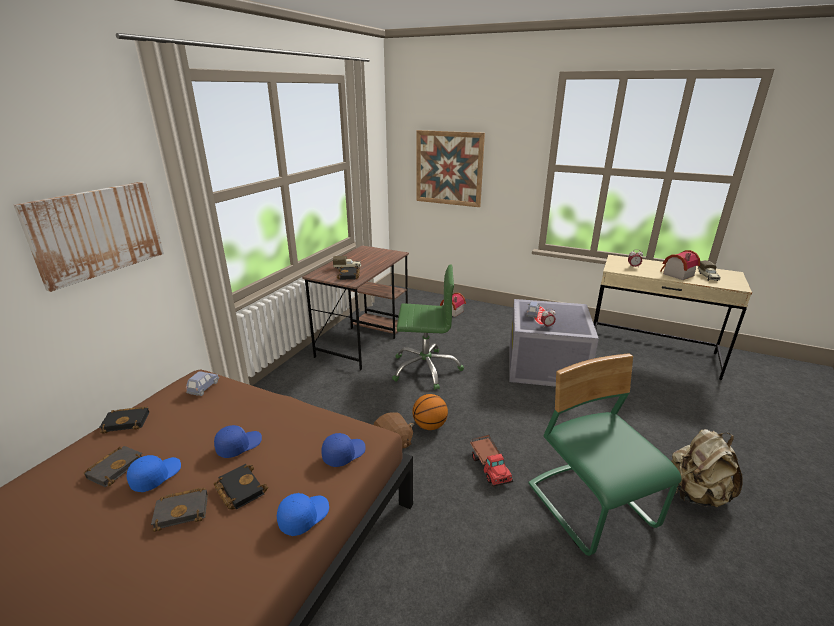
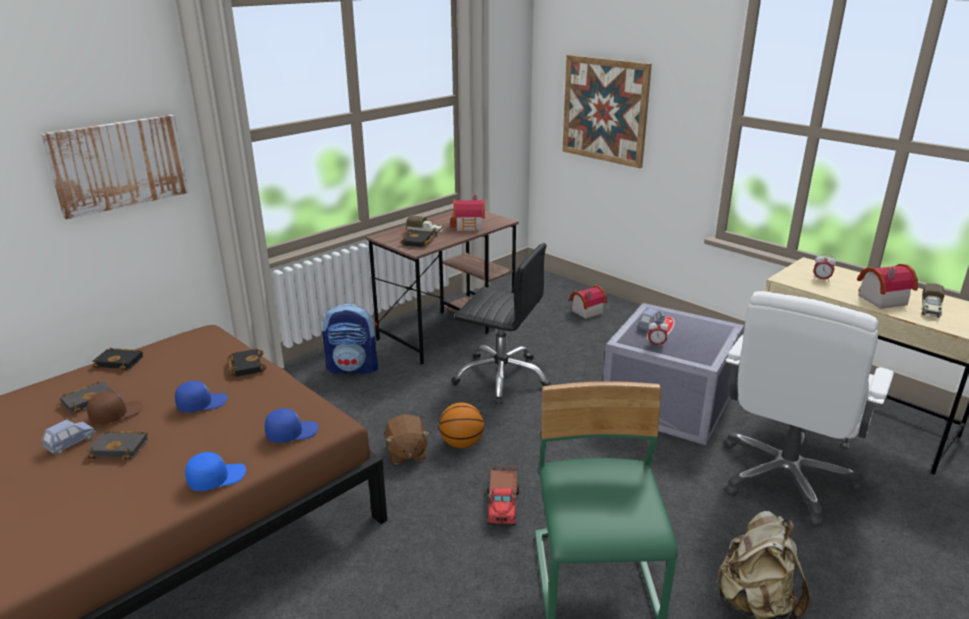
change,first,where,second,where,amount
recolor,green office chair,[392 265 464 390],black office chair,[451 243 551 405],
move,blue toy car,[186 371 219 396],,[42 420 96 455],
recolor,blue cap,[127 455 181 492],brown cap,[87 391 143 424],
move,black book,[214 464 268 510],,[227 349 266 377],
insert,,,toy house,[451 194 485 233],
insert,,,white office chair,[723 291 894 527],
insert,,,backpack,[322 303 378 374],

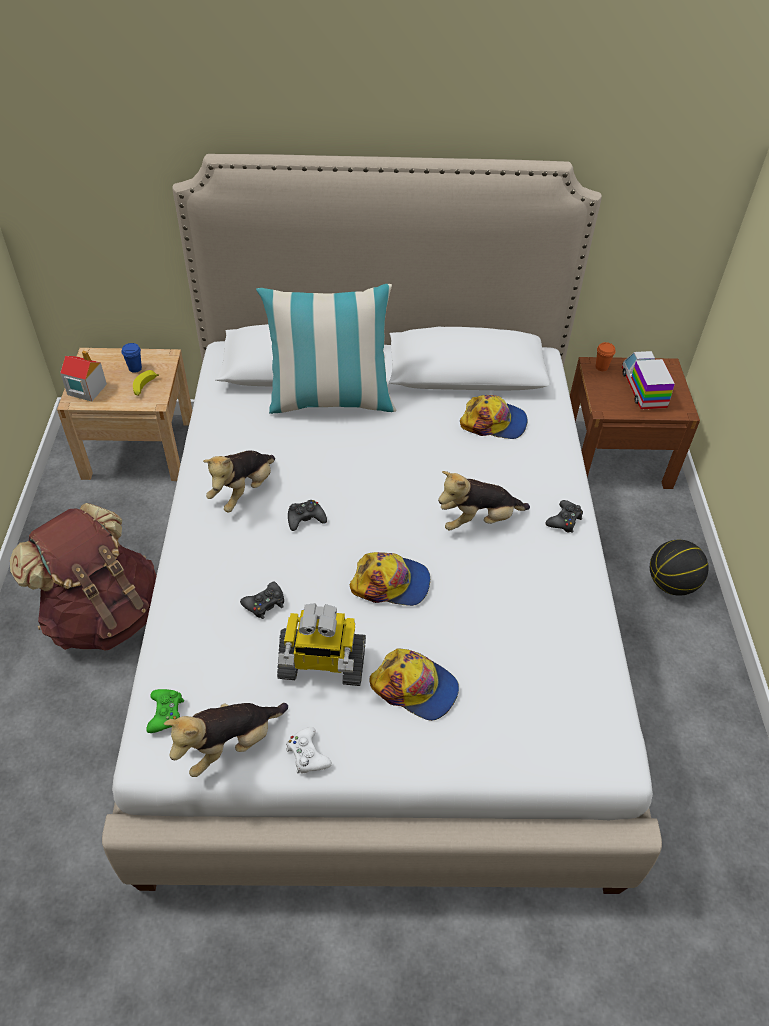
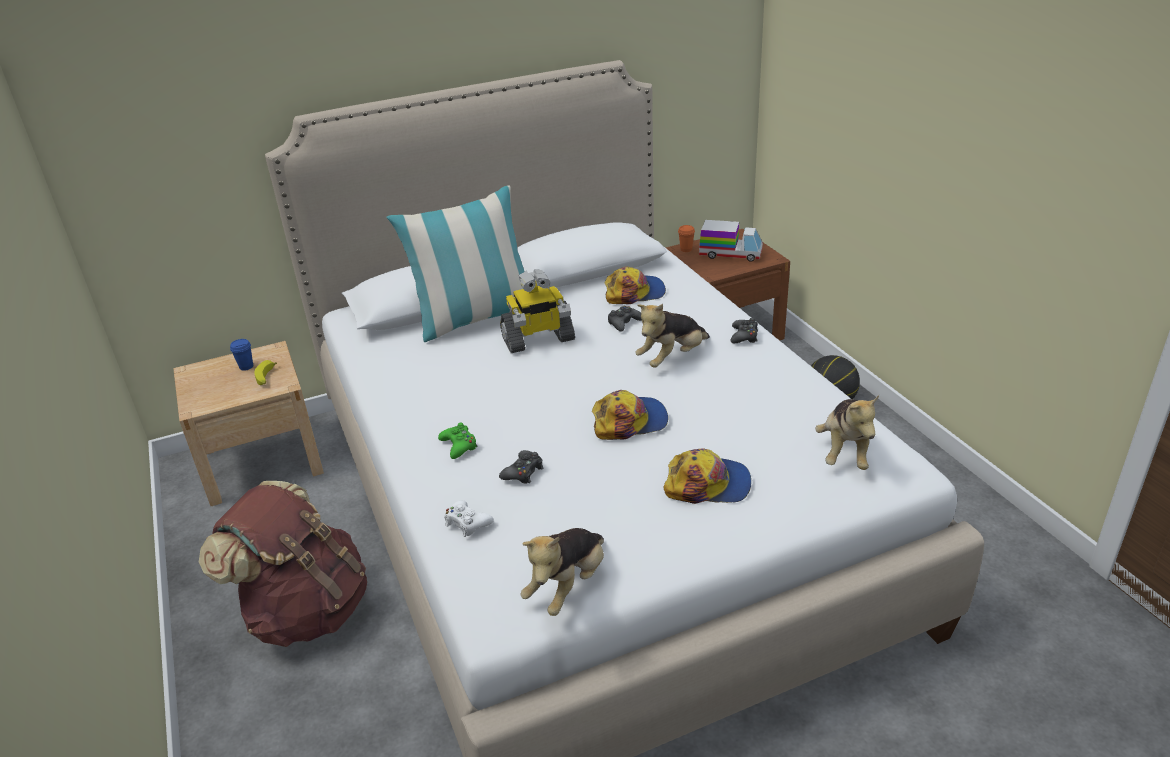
change,first,where,second,where,amount
delete,toy house,[60 351 107 401],,,
rotate,toy truck,[622 351 675 410],,[699 220 763 262],135 degrees clockwise
move,plush toy,[203 450 275 512],,[815 395 879 470],
move,black game controller,[288 500 327 531],,[608 306 642 332],
move,toy robot,[277 603 366 686],,[500 269 575 353],
move,green game controller,[146 689 184 733],,[438 422 478 459],
move,white game controller,[286 727 332 774],,[444 500 494 537],

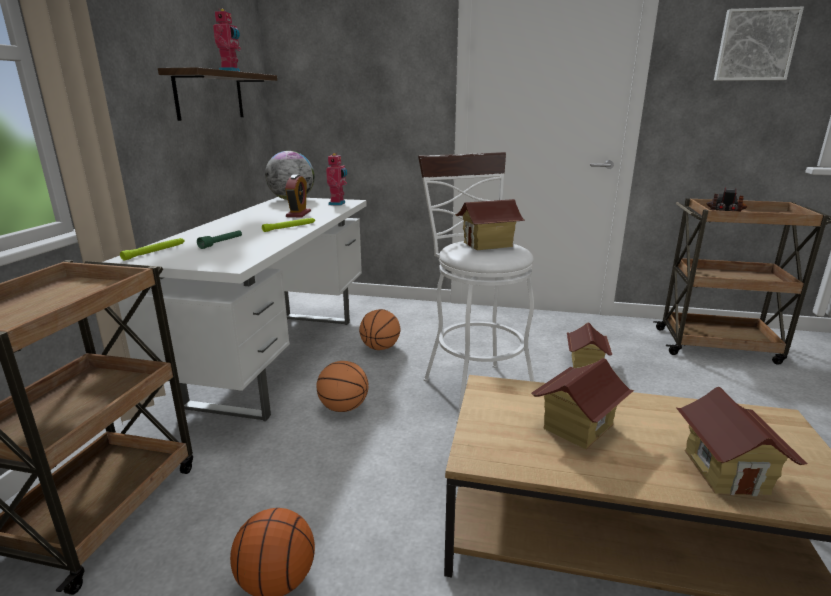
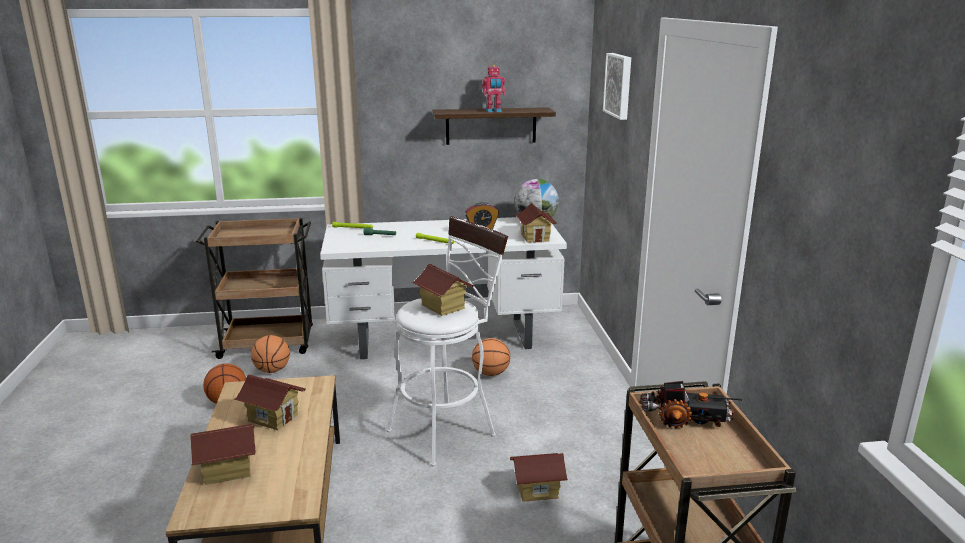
change,first,where,second,where,amount
move,picture,[714 6 804 81],,[603 53 631 120],
replace,toy robot,[326 153 347 206],toy house,[515 203 557 243],
move,basketball,[316 361 369 412],,[251 335 290 373],

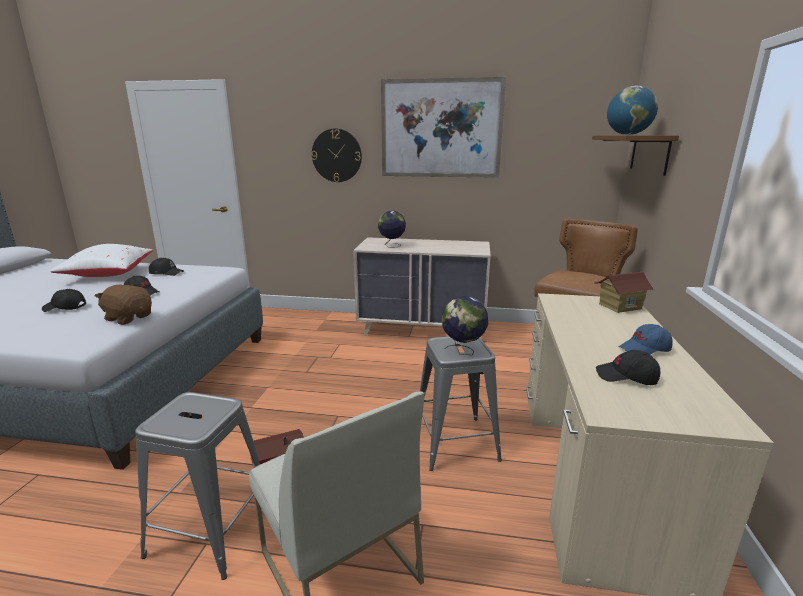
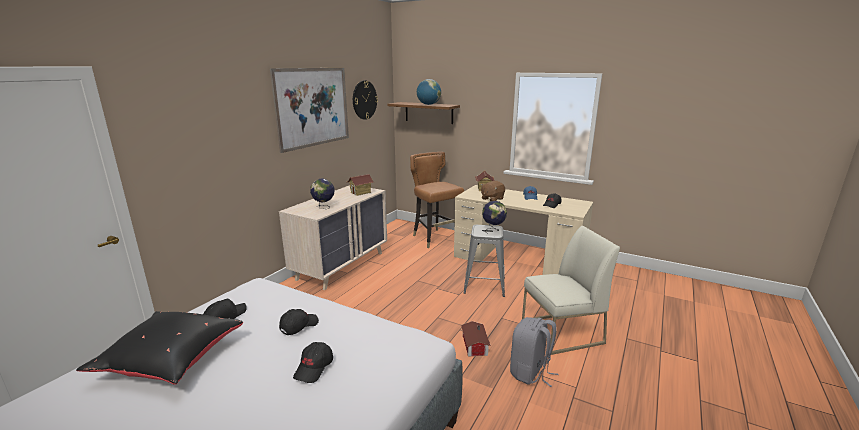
change,first,where,second,where,amount
move,wall clock,[311 129 362 182],,[353 81 378 120],
recolor,white pillow,[50 244 153 277],black pillow,[76 311 243 385],
move,brown plush toy,[95 284 152 325],,[481 181 505 201],
replace,grey stool,[135 392 260 580],grey backpack,[510 317 558 387],
insert,,,toy house,[347 174 374 196],

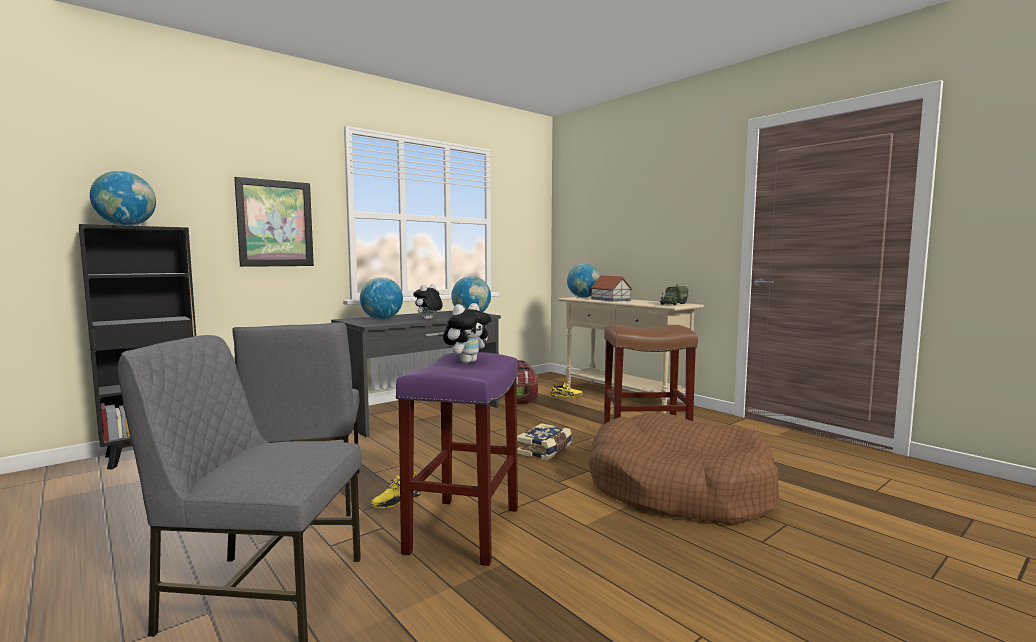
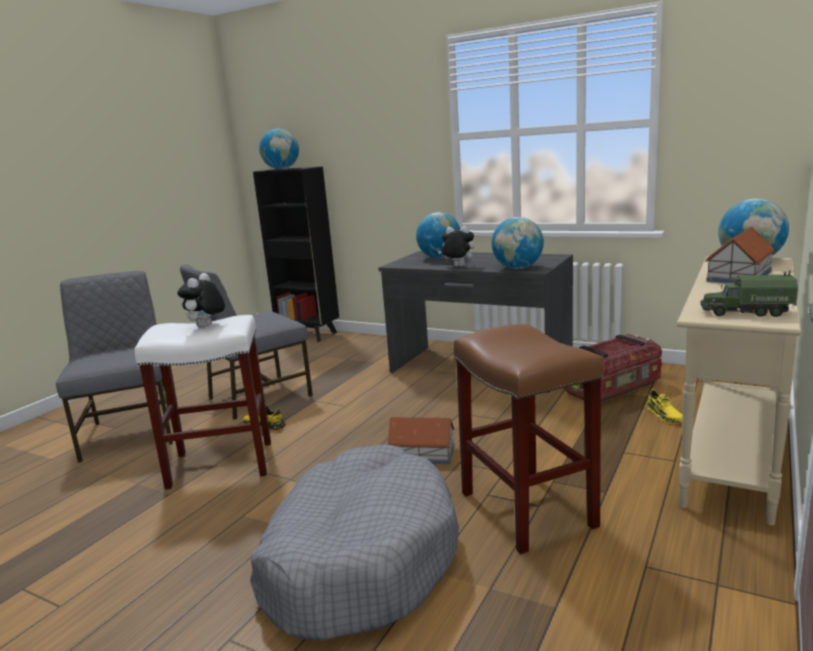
change,first,where,second,where,amount
delete,picture,[234 177 314 267],,,
rotate,plush toy,[443 303 491 363],,[177 273 225 328],90 degrees clockwise
recolor,purple stool,[396 352 519 566],white stool,[134 315 271 489],
recolor,brown dog bed,[589 413 779 525],grey dog bed,[250 444 459 641],
replace,book,[517 423 572 461],toy house,[388 417 455 465],

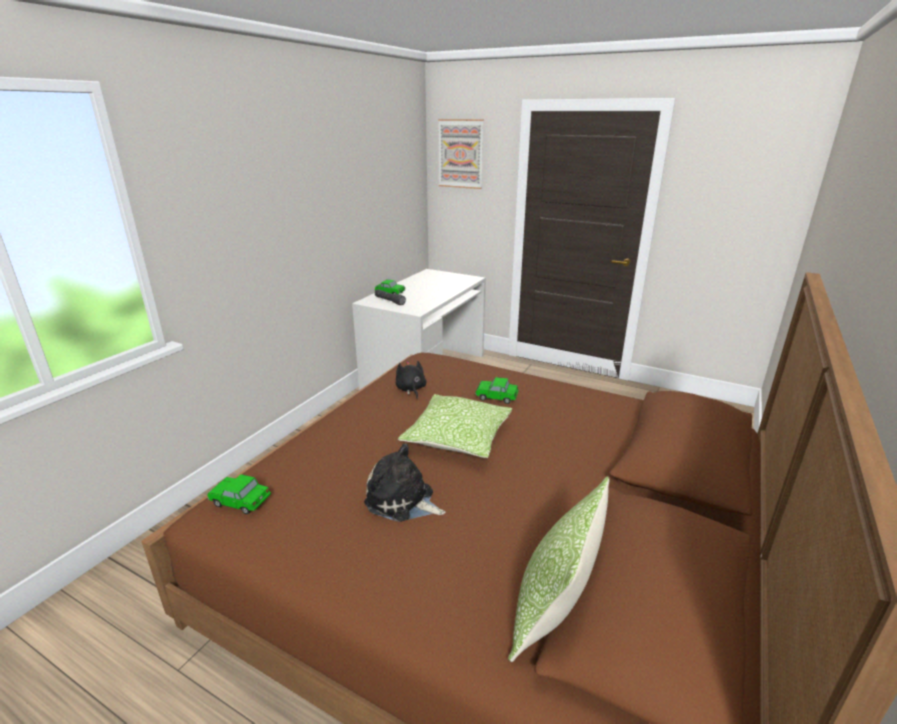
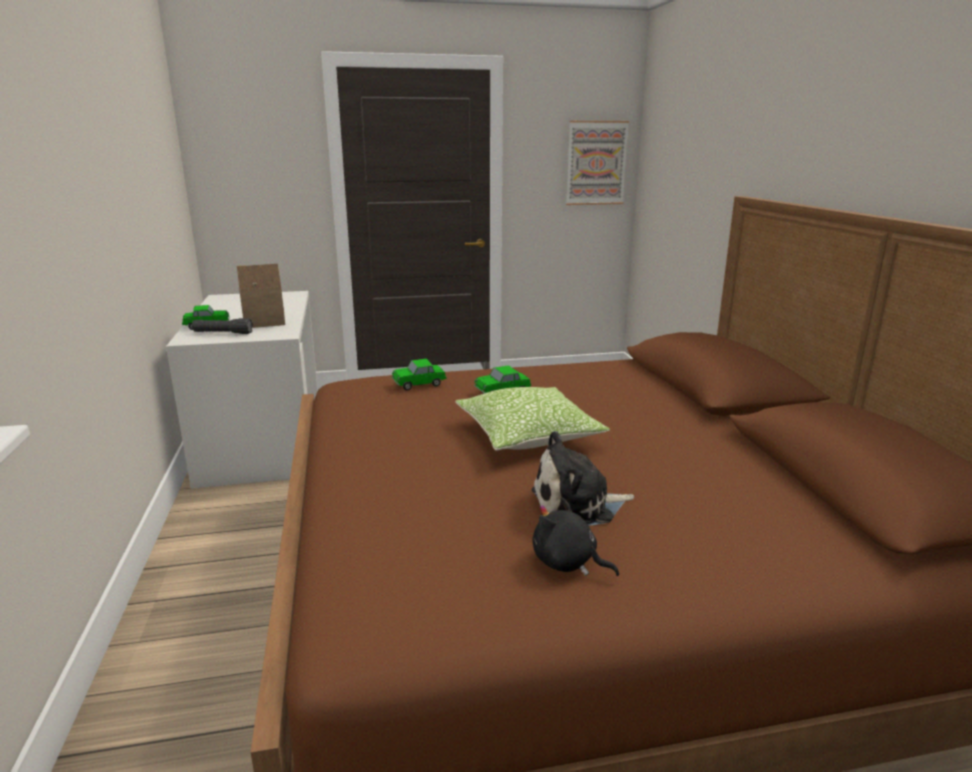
change,first,where,second,where,amount
move,picture,[438 119 484 189],,[566 121 629 205],
move,black plush toy,[396 360 426 399],,[532 497 619 576],
move,toy car,[207 474 271 514],,[392 359 446 390],
delete,pillow,[508 476 610 662],,,
insert,,,toy house,[237 264 285 328],

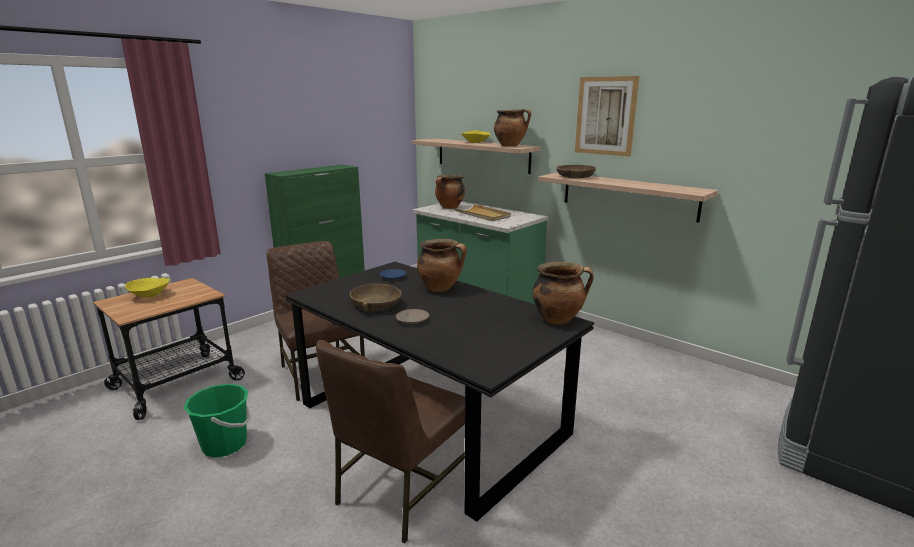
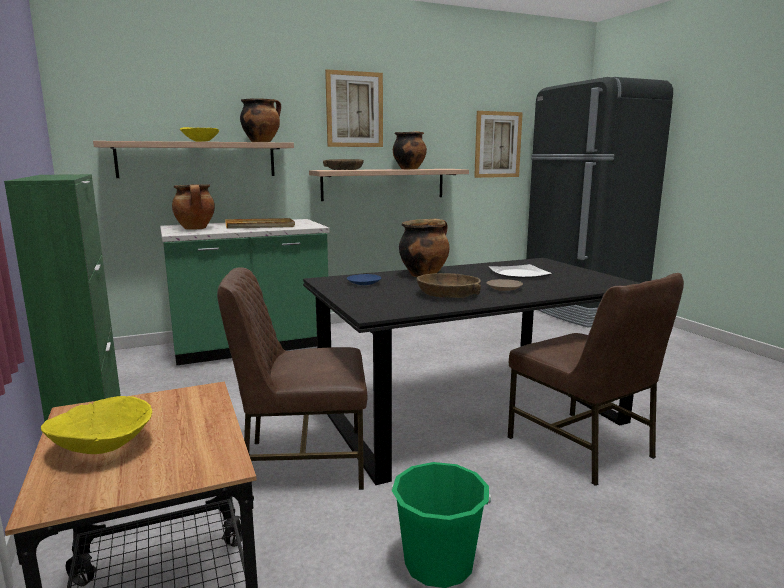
change,first,where,second,where,amount
move,cooking pot,[533 262 594 324],,[393 131 427 169],
insert,,,picture,[474 111 523 178],
insert,,,plate,[489 264 552 278],

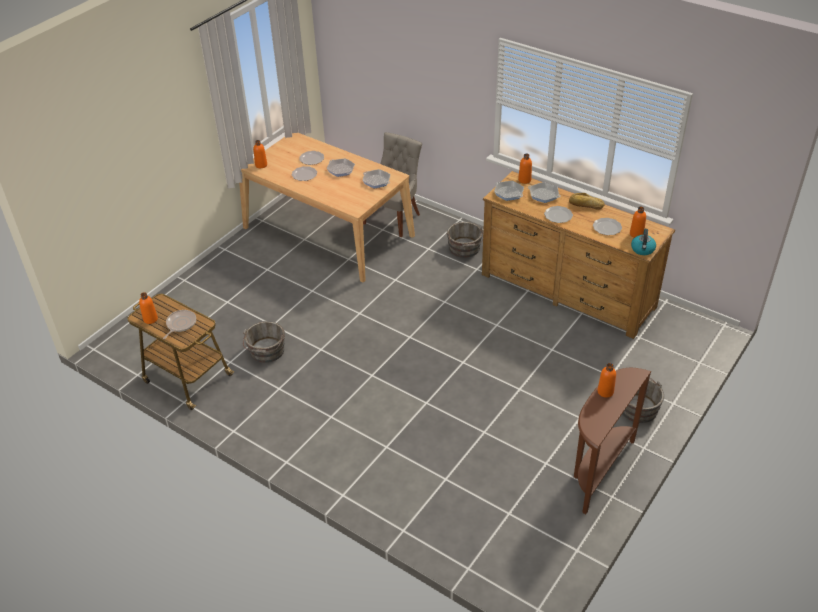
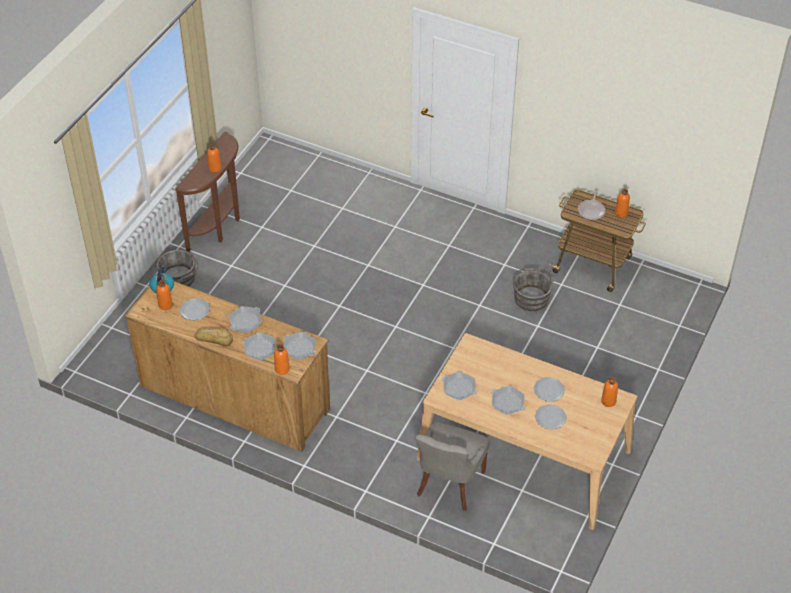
change,first,where,second,where,amount
replace,plate,[544 206 573 223],frying pan,[229 306 262 332],
delete,grey bucket,[447 222 483 258],,,

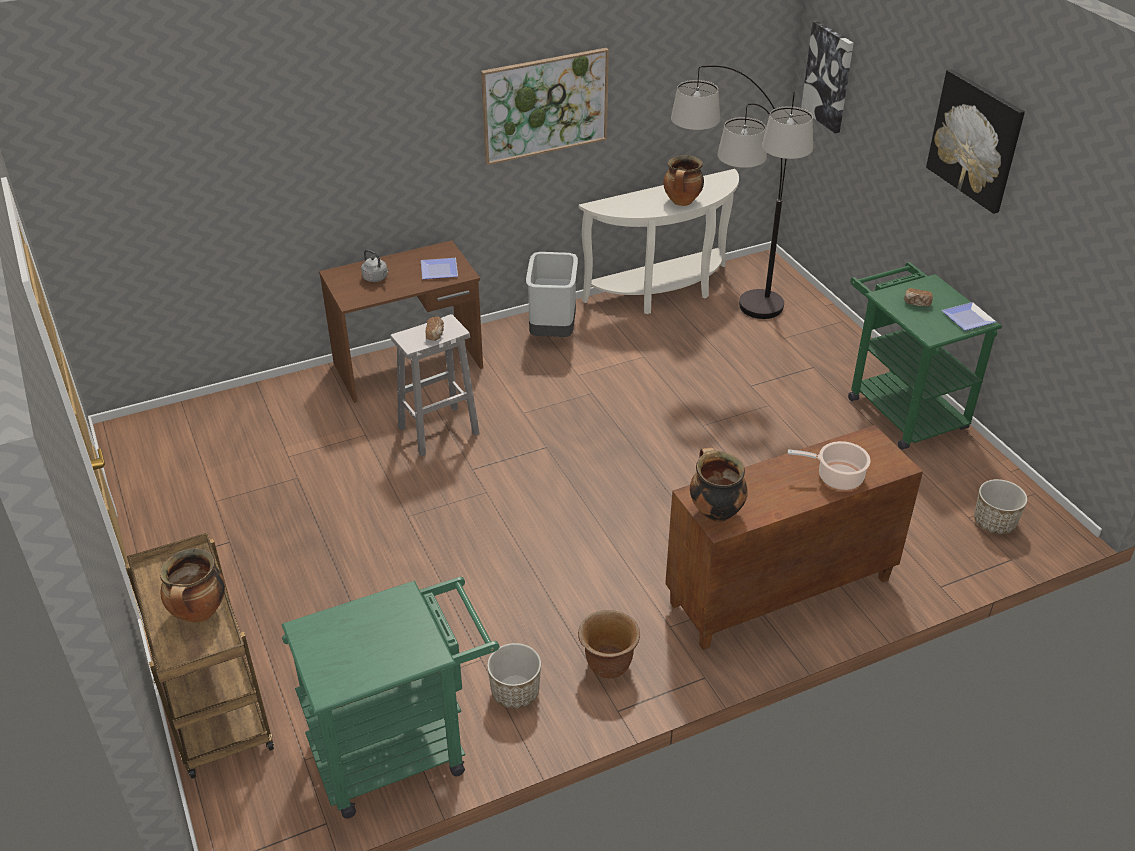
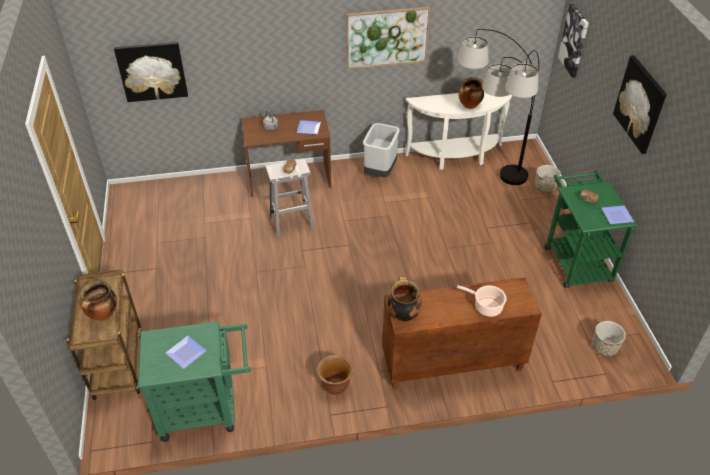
change,first,where,second,where,amount
move,planter,[487 643 541 709],,[535 165 561 193],
insert,,,picture,[114 42 188 102],
insert,,,plate,[165 336 206 369],

